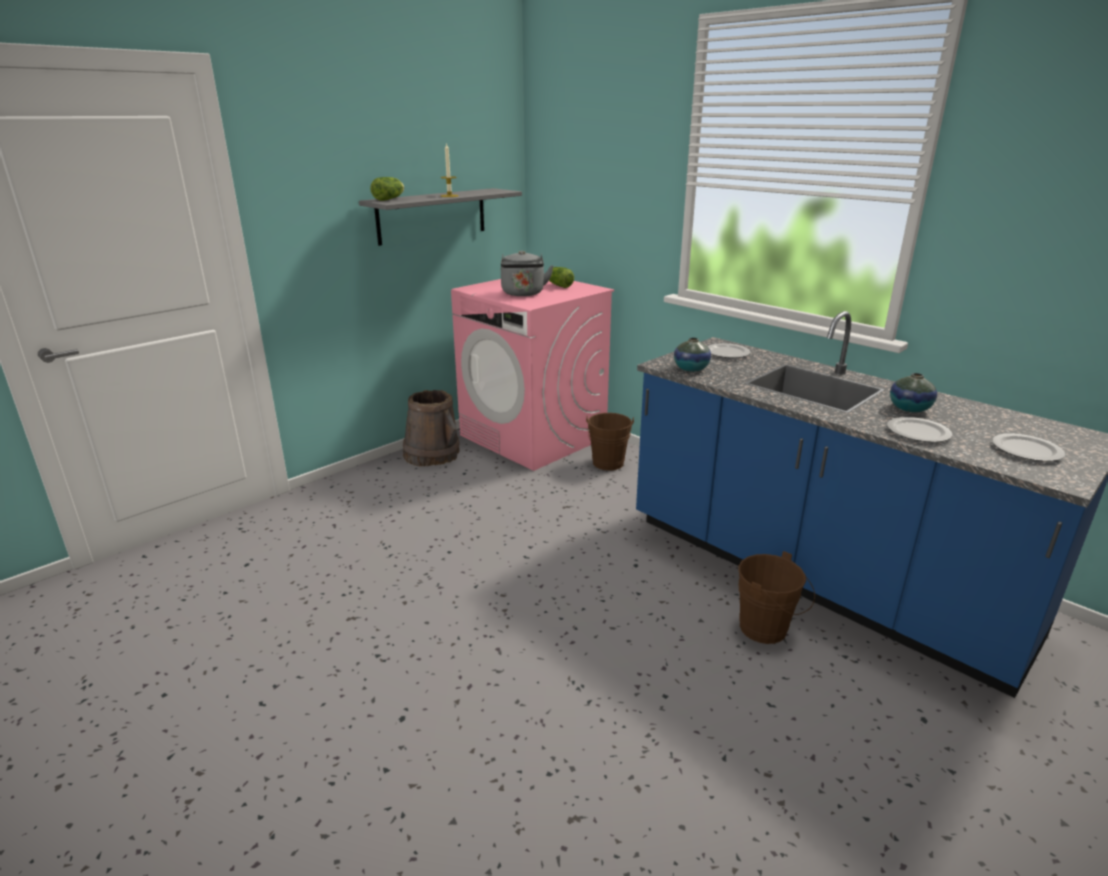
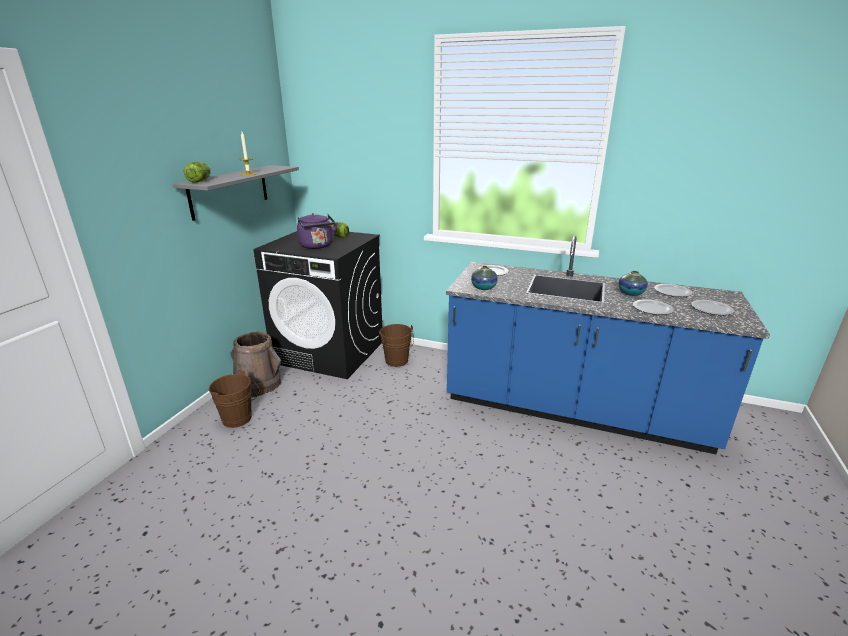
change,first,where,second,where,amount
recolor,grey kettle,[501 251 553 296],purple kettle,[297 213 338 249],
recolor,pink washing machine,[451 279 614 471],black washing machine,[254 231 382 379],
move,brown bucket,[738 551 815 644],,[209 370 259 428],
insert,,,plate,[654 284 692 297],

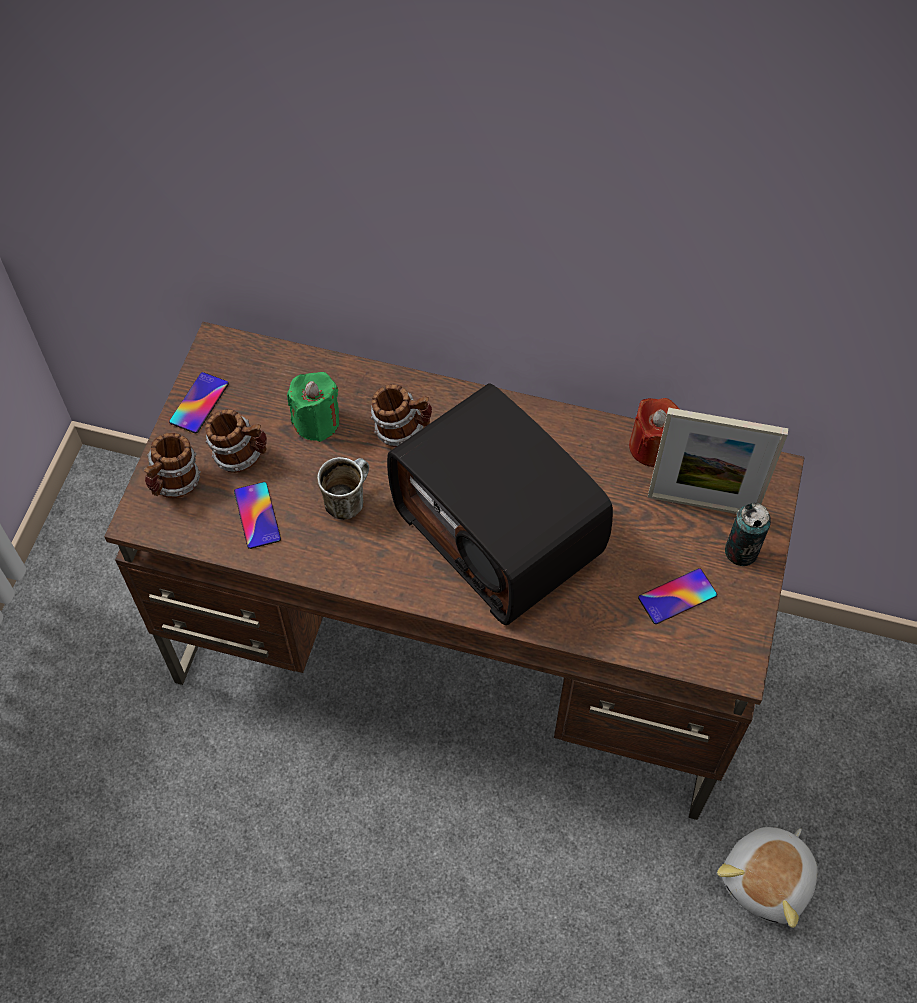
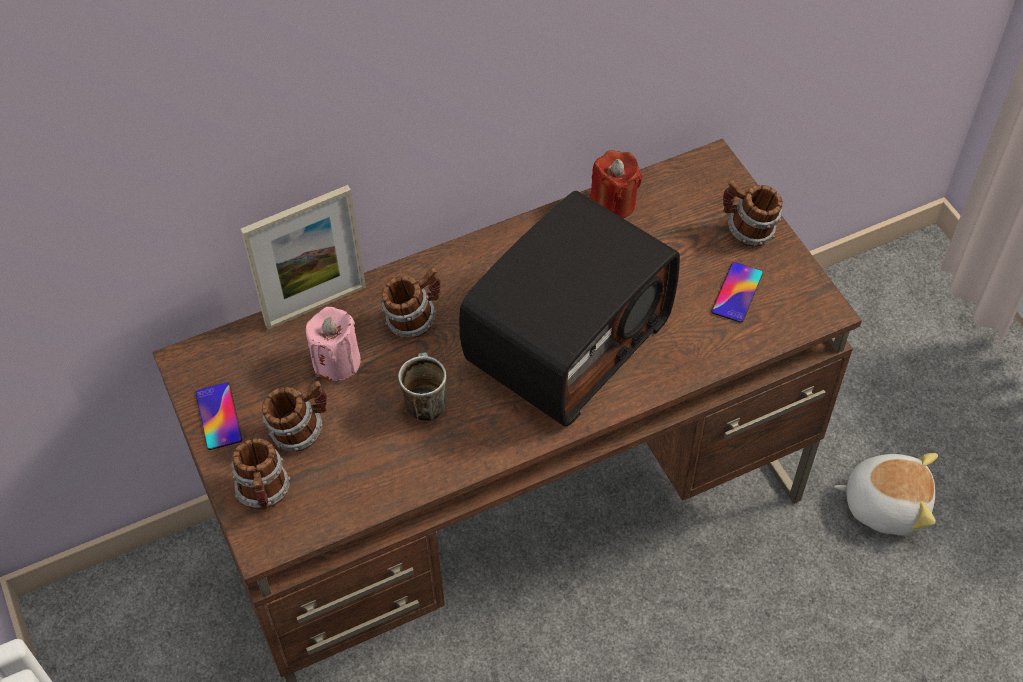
change,first,where,second,where,amount
recolor,green candle,[287 372 339 442],pink candle,[306 307 361 381],
rotate,radio,[387 383 613 625],,[459 191 680 426],60 degrees counterclockwise
move,picture frame,[648 407 788 514],,[241 185 366 329],
delete,phone,[234 482 281 549],,,
replace,can,[725 503 771 566],mug,[723 180 783 247],
rotate,plush toy,[717 827 817 928],,[834 453 938 536],75 degrees counterclockwise

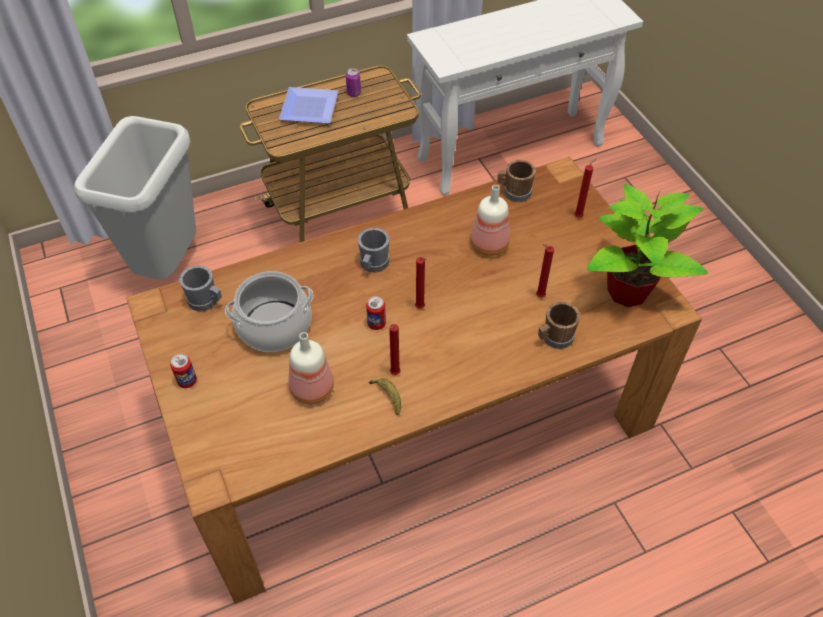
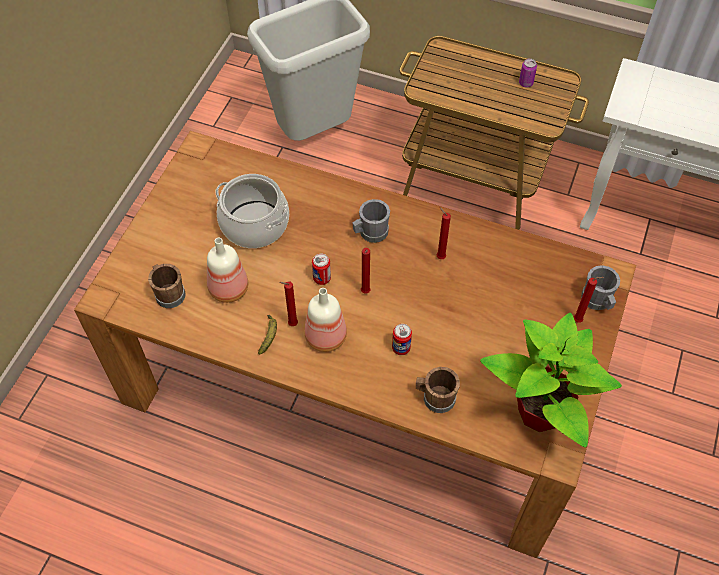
change,first,where,second,where,amount
delete,plate,[279 87 338 124],,,
move,brown mug,[498 160 536 202],,[148 264 186 308],
move,bottle,[470 185 510 256],,[304 288 347 352],
move,red candle,[536 244 554 297],,[437 207 451 259],
move,grey mug,[180 265 222 312],,[581 265 620 310],
move,can,[170 354 197 388],,[392 324 412 355],

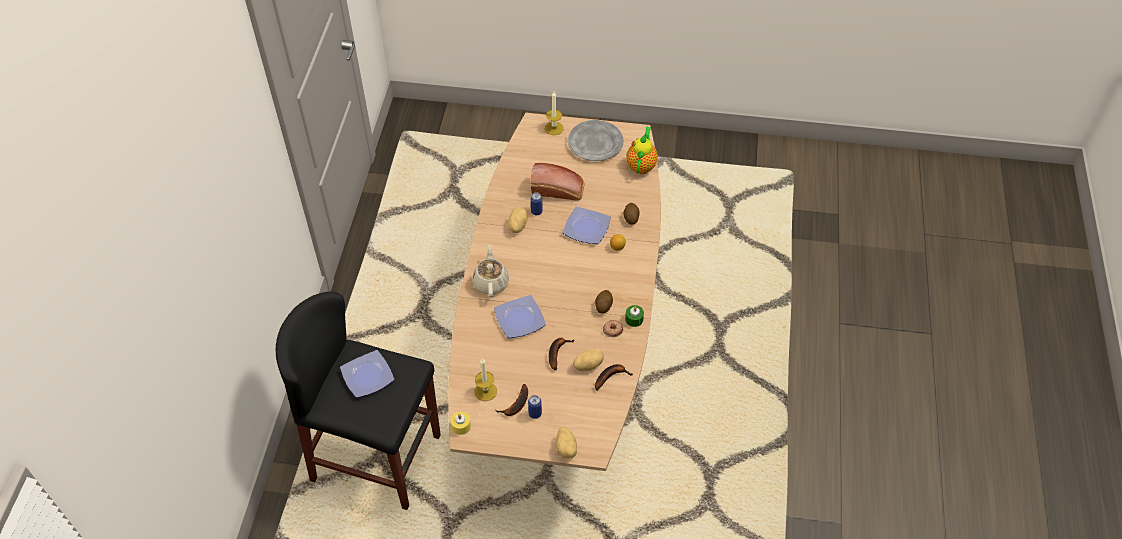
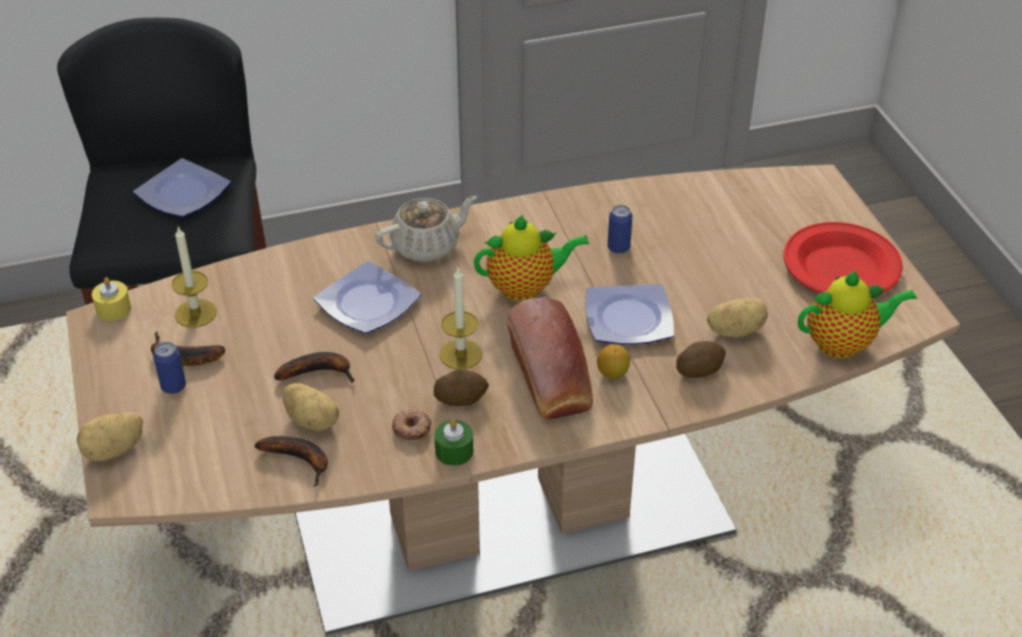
change,first,where,second,where,amount
move,candle,[545 92 564 135],,[439 268 482 370],
recolor,grey plate,[568 120 624 161],red plate,[783 222 903 294],
move,bread,[530 163 584 201],,[507 297 593 420],
move,potato,[508 207 528 233],,[707 298 768 337],
insert,,,teapot,[474 215 589 301],

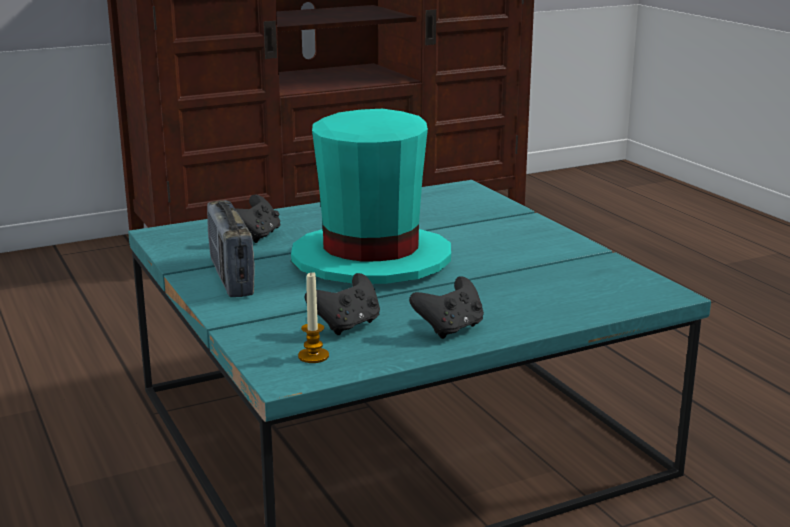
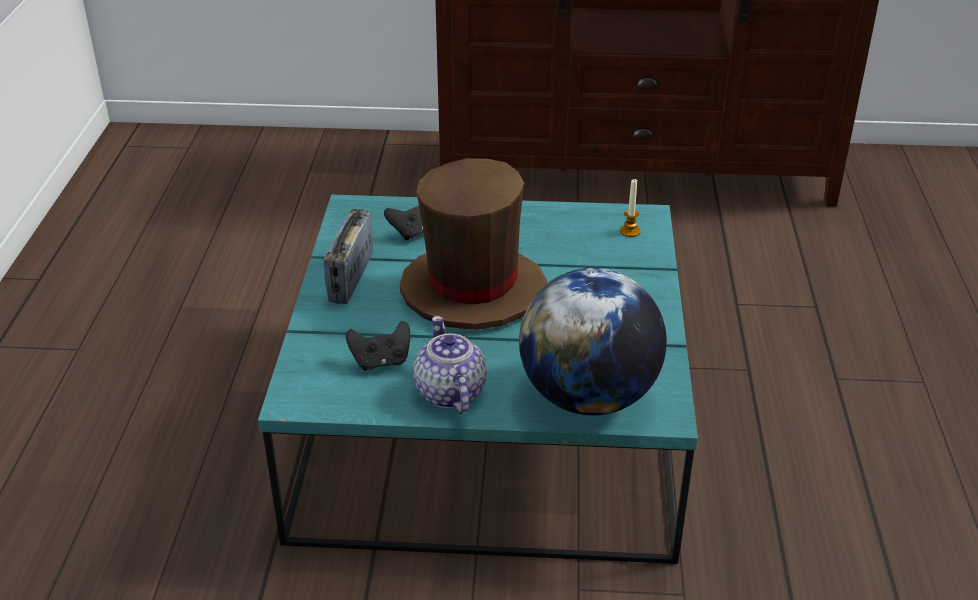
change,first,where,second,where,amount
recolor,turquoise hat,[291 109 451 284],brown hat,[400 158 547 330],
move,candle,[298 272 329 363],,[620 178 640 237],
replace,black game controller,[409 276 484 339],teapot,[413 316 487 414],
insert,,,globe,[519 268 667 415],

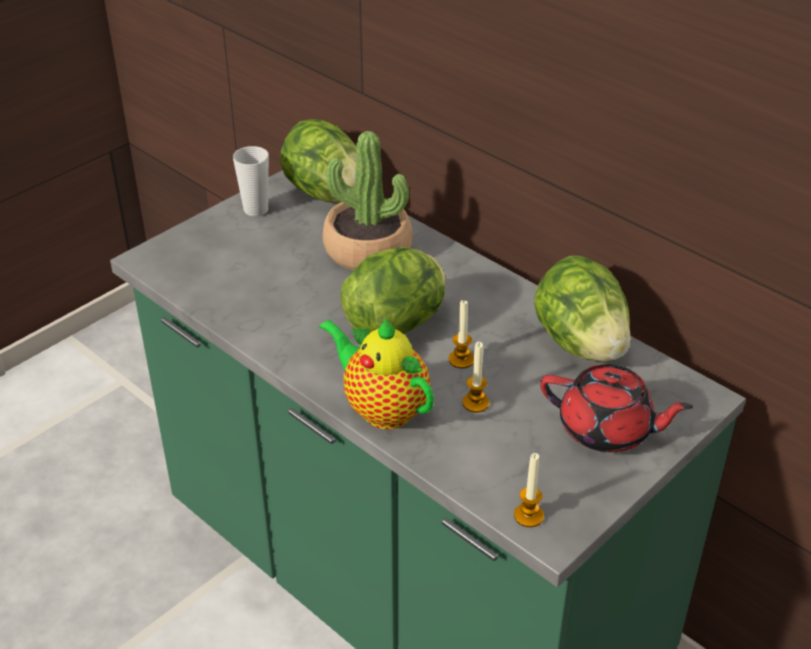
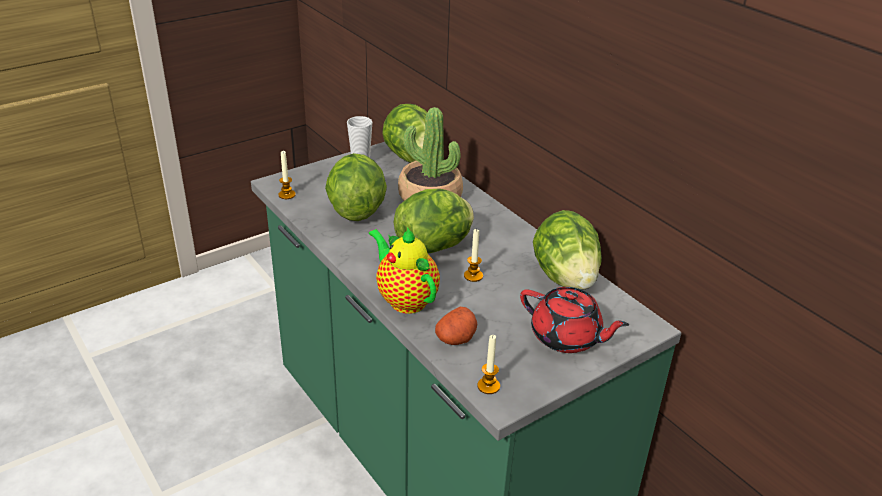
change,first,where,second,where,amount
move,candle,[462 342 489 413],,[279 151 296 199],
insert,,,lettuce,[325 153 387 221],
insert,,,potato,[435 307 477 345],

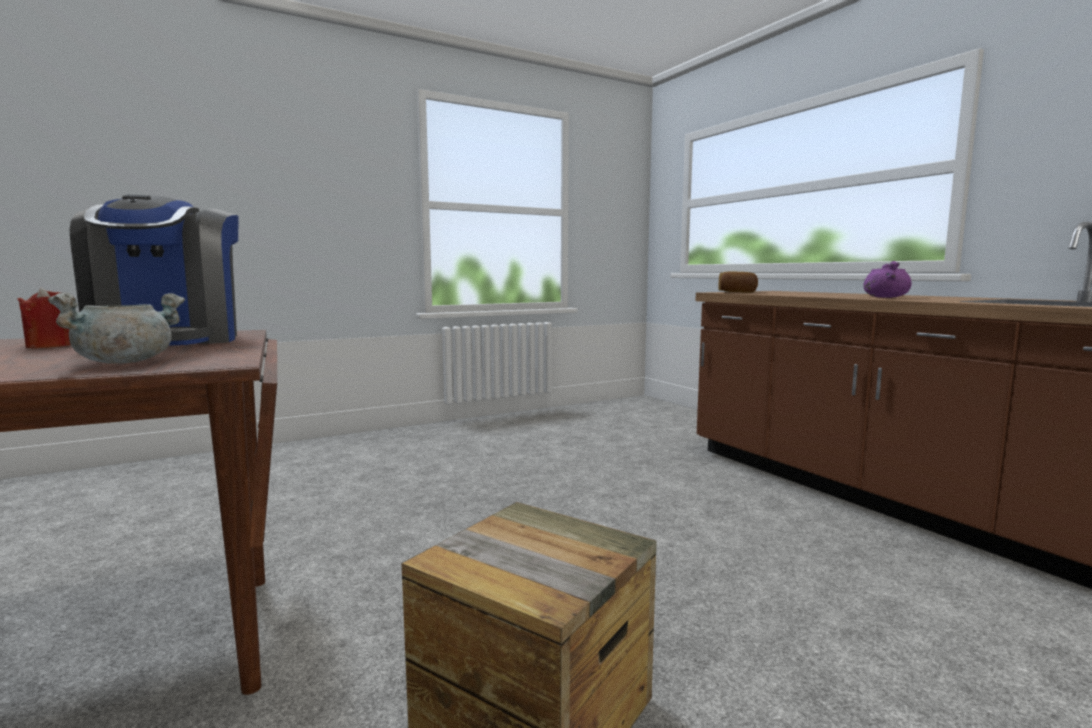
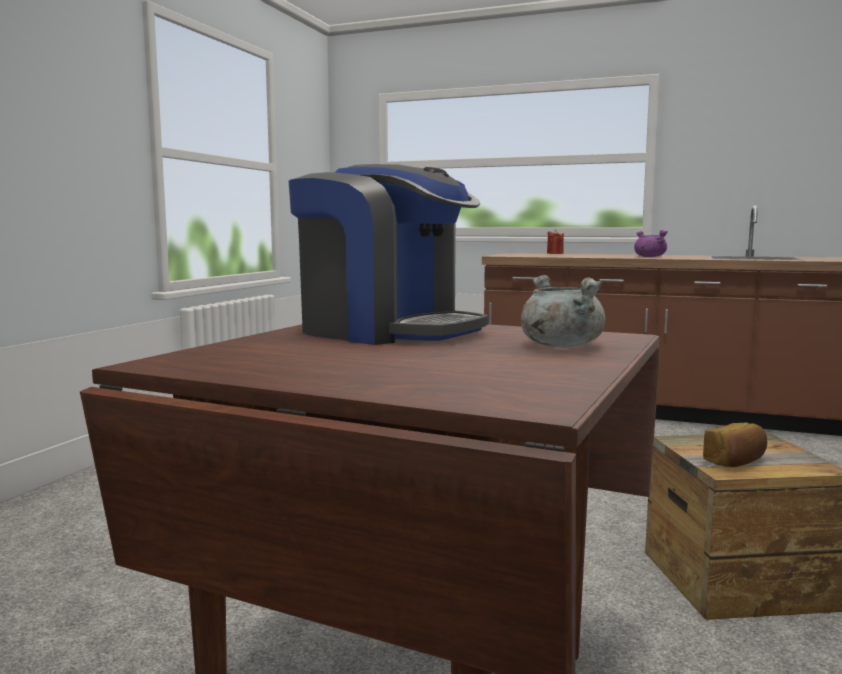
change,first,where,second,where,amount
move,bread,[718 271 758 293],,[703 423 767 467],
move,red candle,[17 287 71 348],,[547 229 564 254],

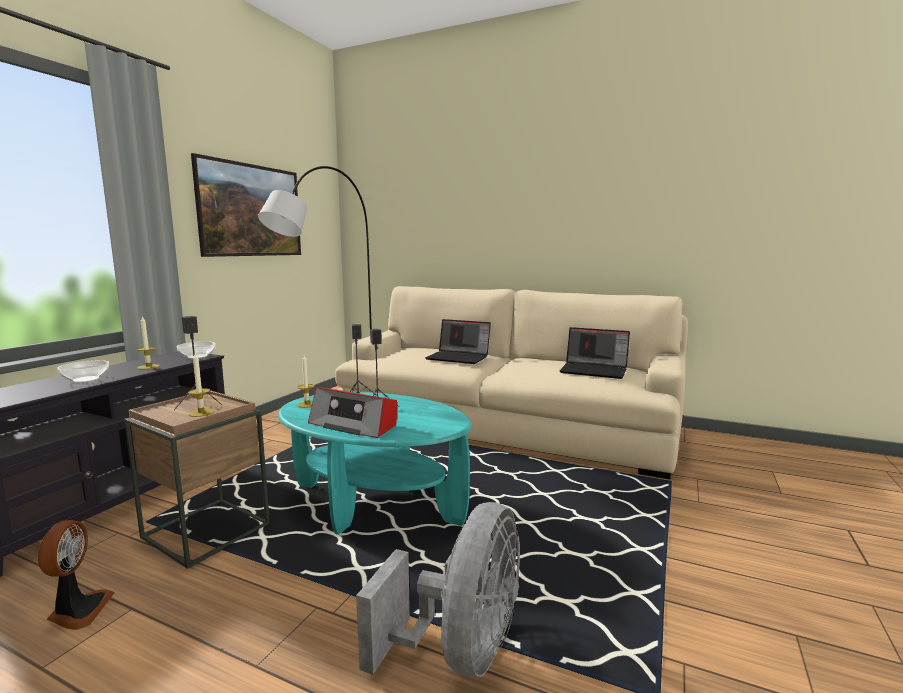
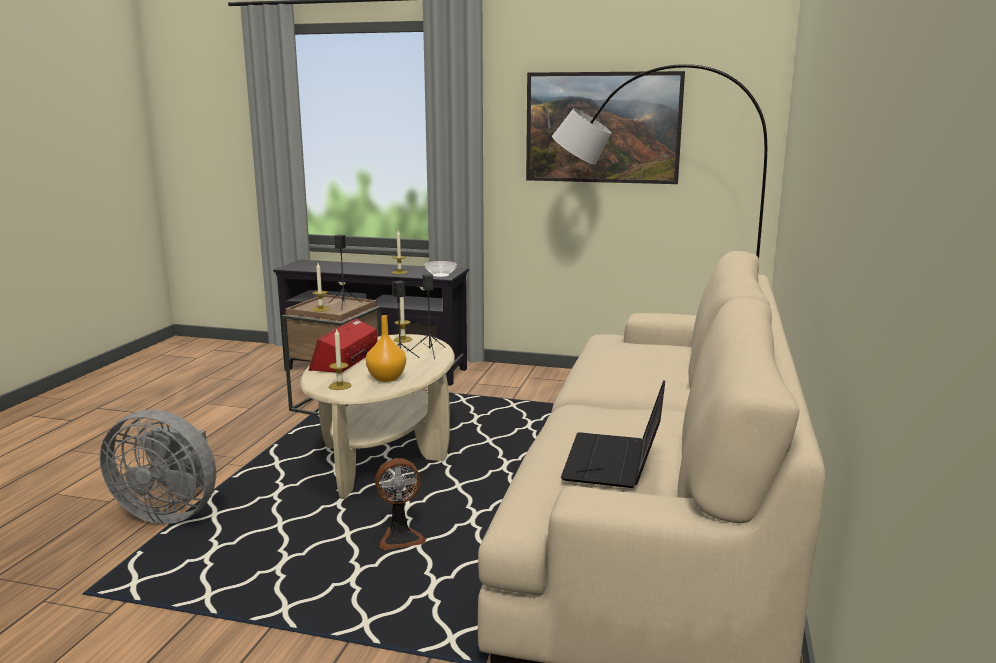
change,first,where,second,where,amount
delete,laptop,[425 319 491 364],,,
delete,bowl,[57 360 109 383],,,
recolor,turquoise coffee table,[278 392 471 535],beige coffee table,[300 334 455 499],
move,fan,[38 520 115 630],,[375 458 426 550],
insert,,,orange vase,[366 315 406 382],
insert,,,candle,[329 329 351 390],

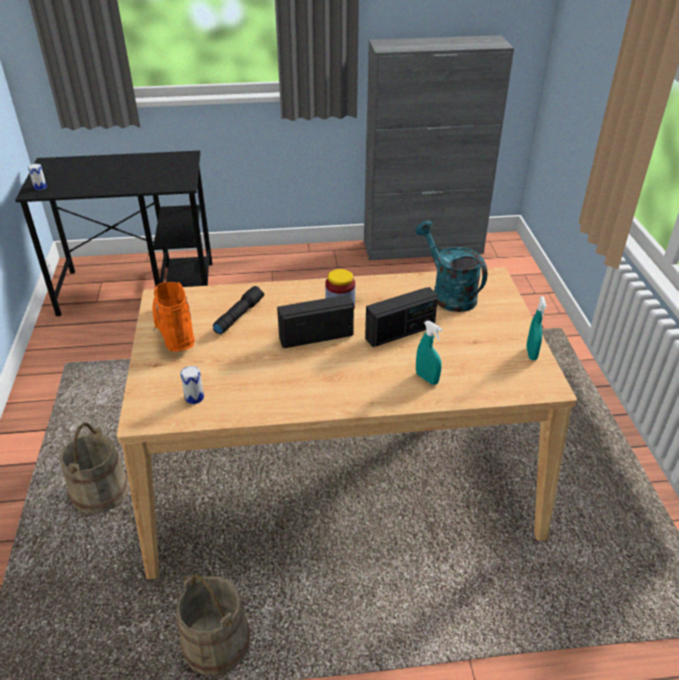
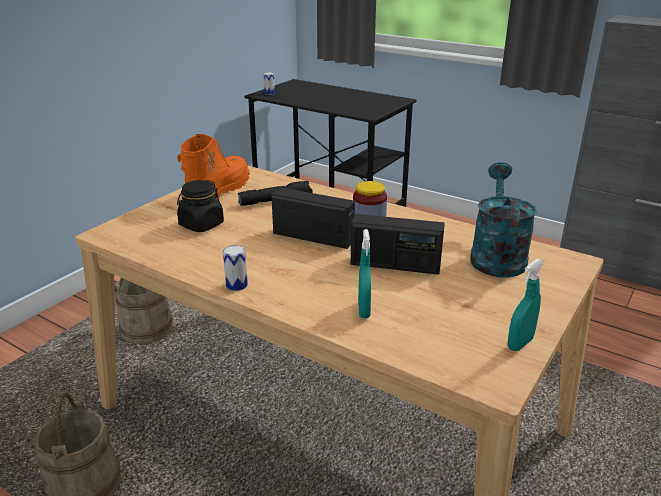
change,first,where,second,where,amount
move,can,[180 366 204 404],,[223 245 248 291],
insert,,,black jar,[177 180 224 232],

